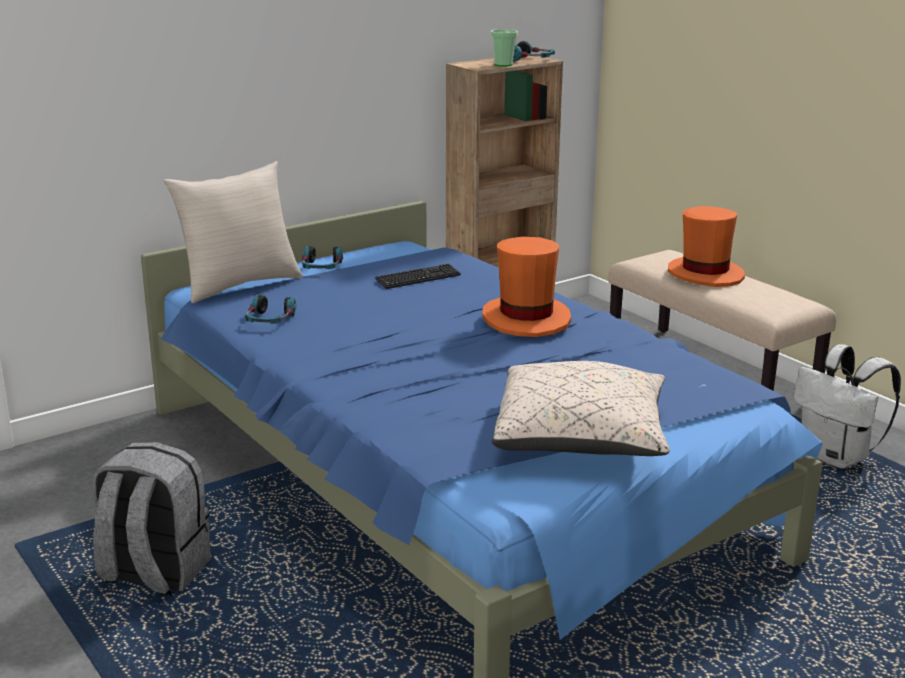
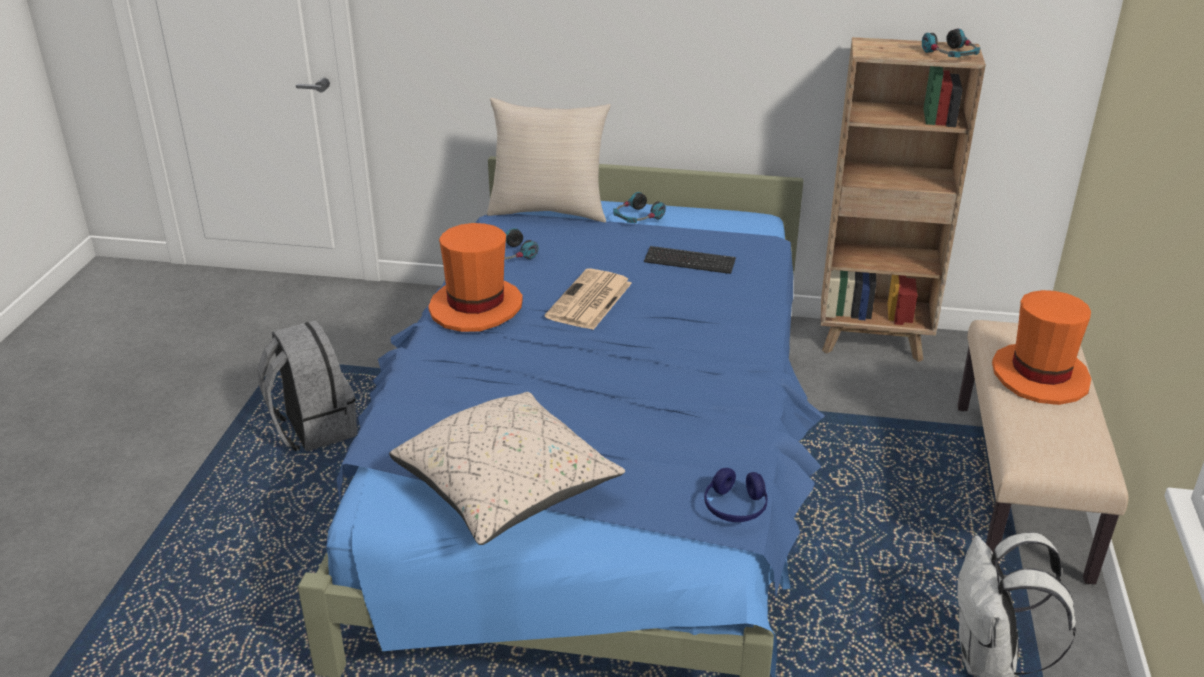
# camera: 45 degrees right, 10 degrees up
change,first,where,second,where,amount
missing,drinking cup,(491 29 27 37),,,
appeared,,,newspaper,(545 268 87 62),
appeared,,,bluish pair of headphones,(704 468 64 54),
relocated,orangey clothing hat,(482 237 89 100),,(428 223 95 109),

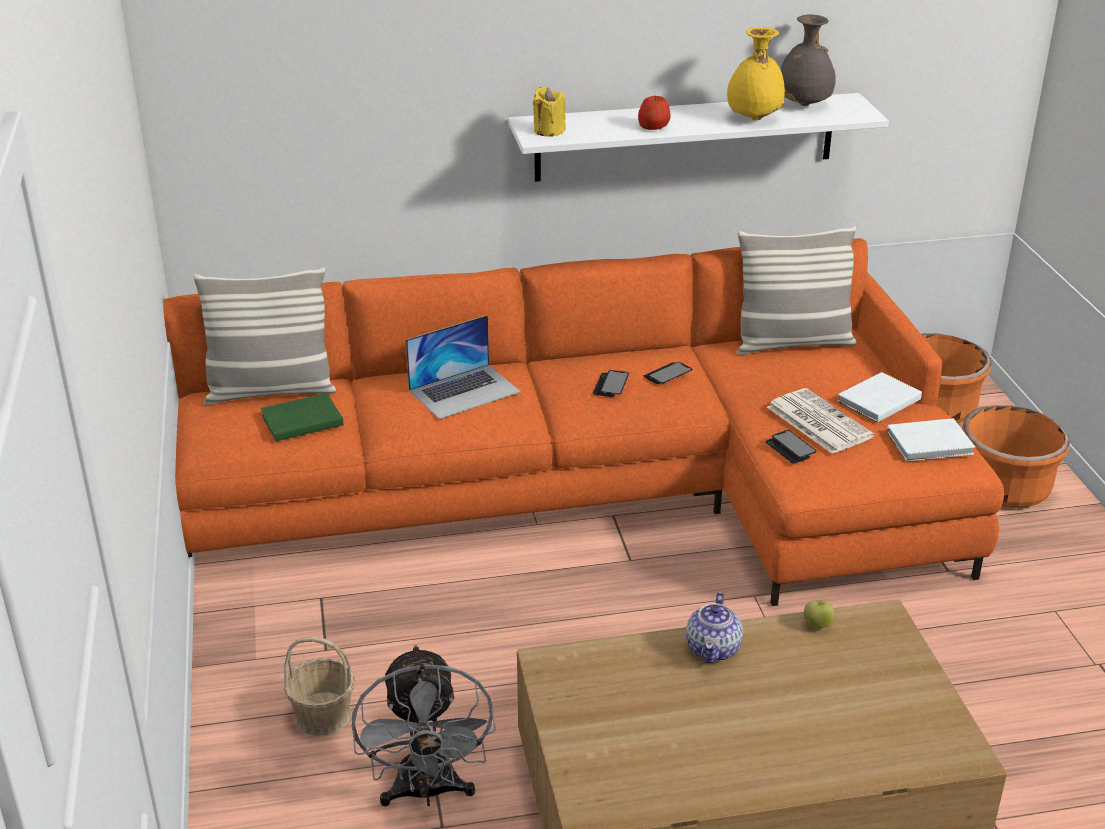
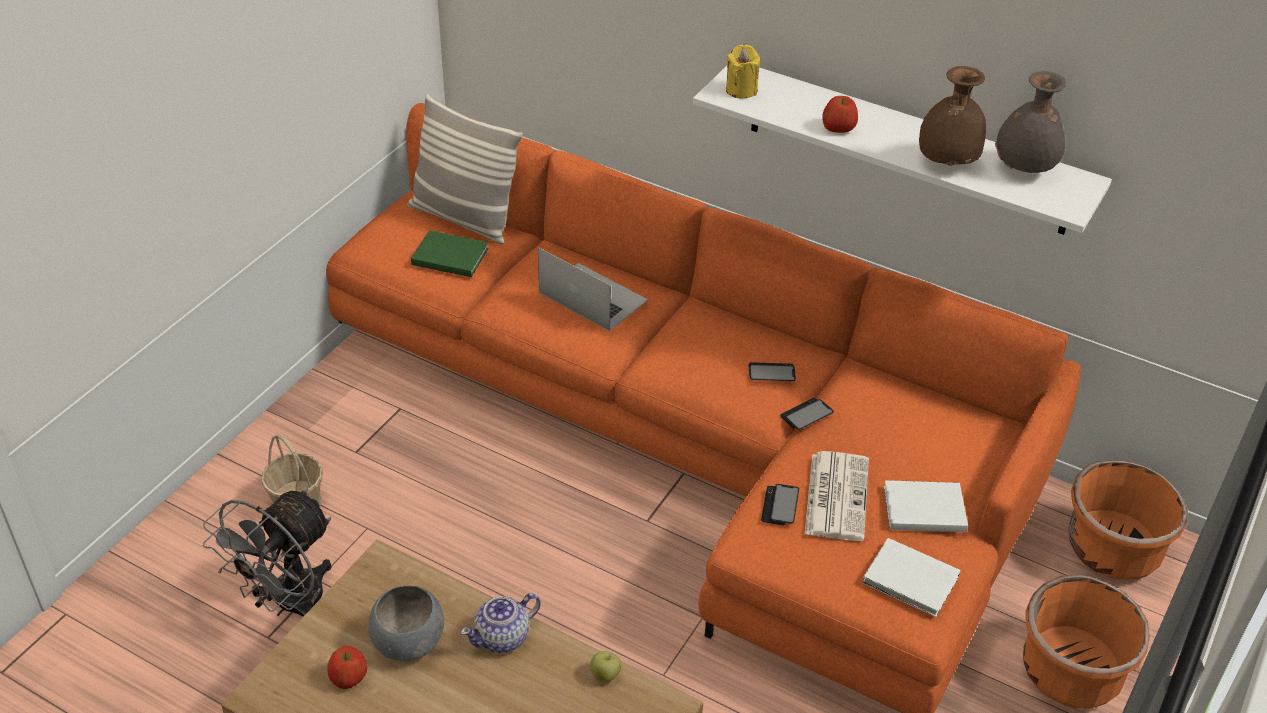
# camera: 40 degrees right, 10 degrees up
change,first,where,second,where,amount
missing,cushion,(737 226 120 129),,,
appeared,,,apple,(327 646 41 43),
appeared,,,greyish serving bowl,(368 585 76 77),
relocated,telephone,(593 370 36 27),,(780 398 54 32),
colour,yellowish flower vase,(727 27 58 93),brown flower vase,(919 66 67 100),
spun,portable computer,(406 315 115 104),,(538 247 110 84),150 degrees counterclockwise

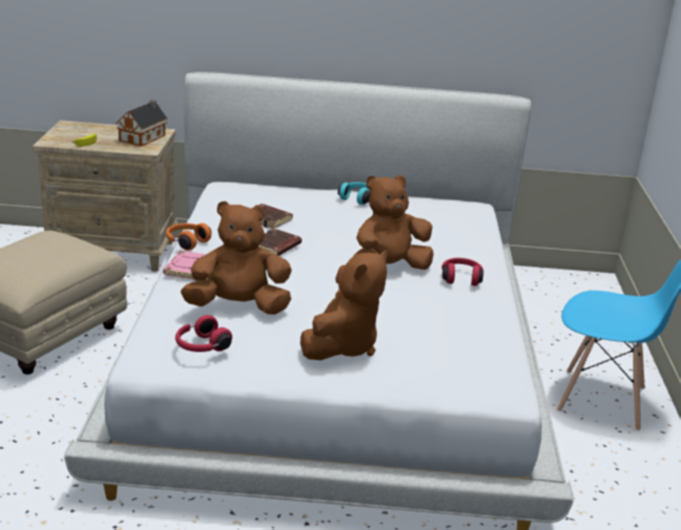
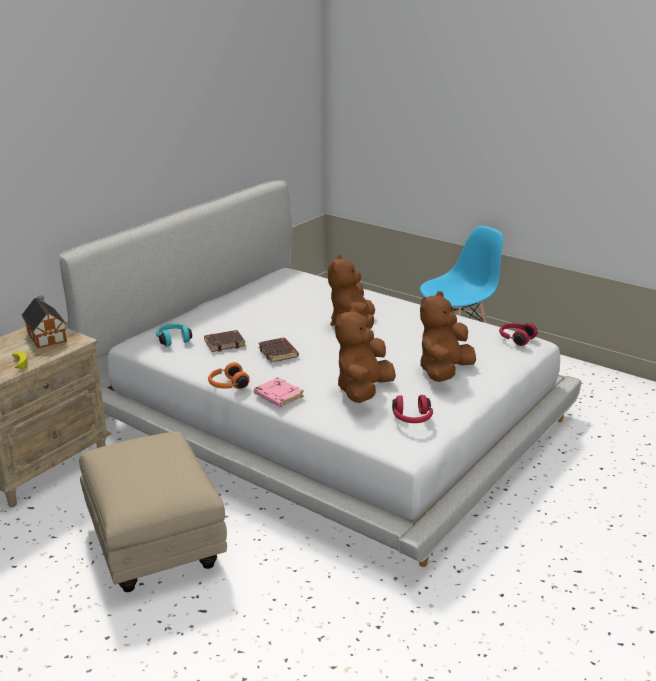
# camera: 55 degrees left, 0 degrees up
change,first,where,second,where,amount
relocated,turquoise-coloured pair of headphones,(338 182 32 23),,(156 324 36 23),
relocated,red pair of headphones,(442 258 42 28),,(499 323 39 23),
spun,brown cuddly toy,(300 250 88 110),,(420 291 56 91),120 degrees counterclockwise

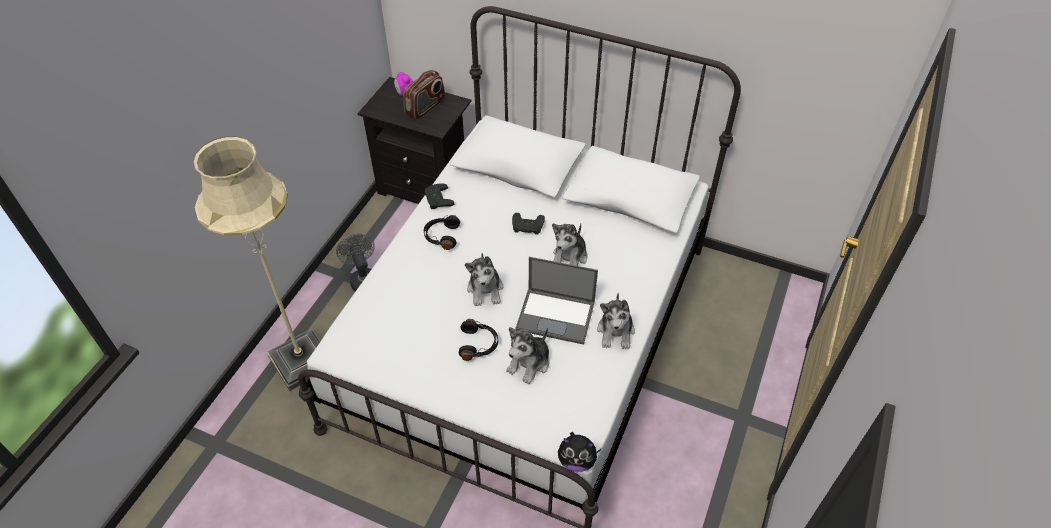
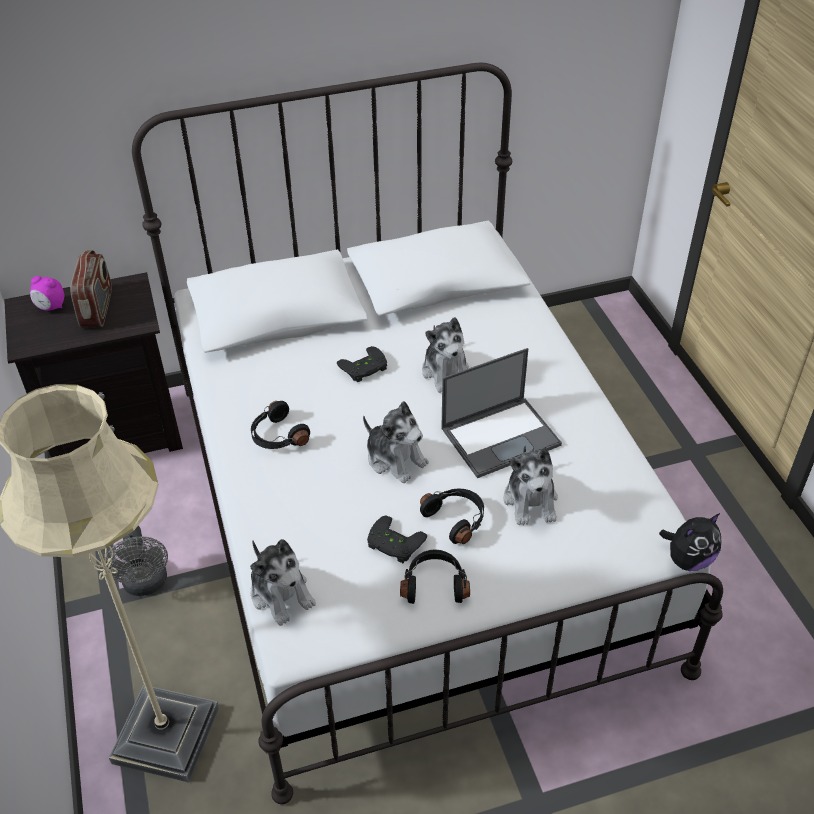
# camera: 40 degrees left, 5 degrees down
change,first,where,second,where,amount
appeared,,,blackish pair of headphones,(400 549 70 55),
relocated,blackish joypad,(425 183 29 26),,(367 515 60 48),
relocated,cuddly toy,(597 293 38 56),,(250 539 66 87),
spun,greyish cooling fan,(336 233 39 58),,(106 526 62 70),135 degrees counterclockwise

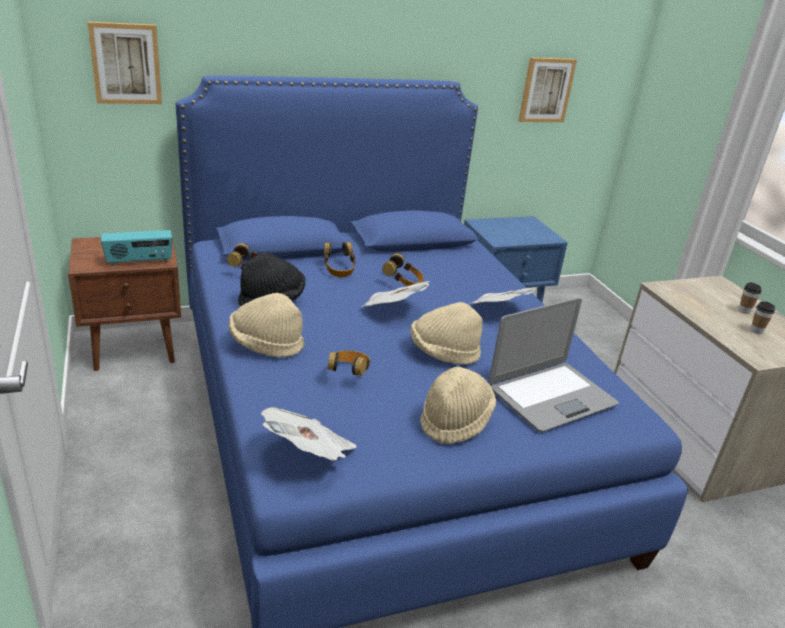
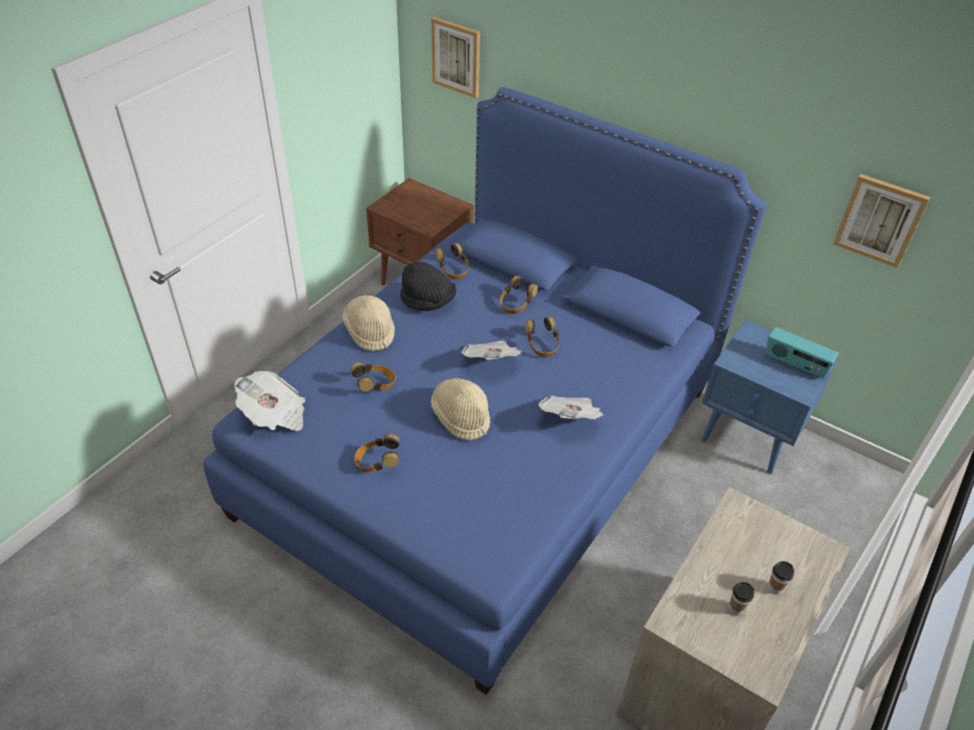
# camera: 55 degrees right, 15 degrees up
change,first,where,second,where,amount
missing,portable computer,(489 298 130 134),,,
relocated,radio set,(101 230 71 36),,(765 327 74 52),
exchanged,beige-coloured clothing hat,(420 367 76 77),pair of headphones,(354 434 46 38),

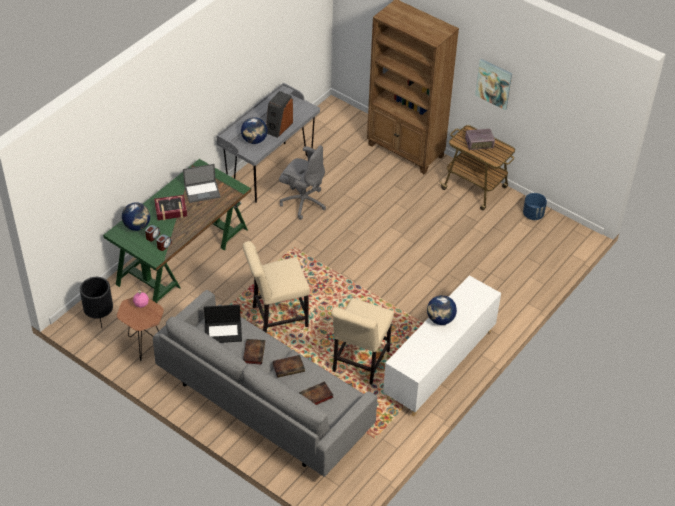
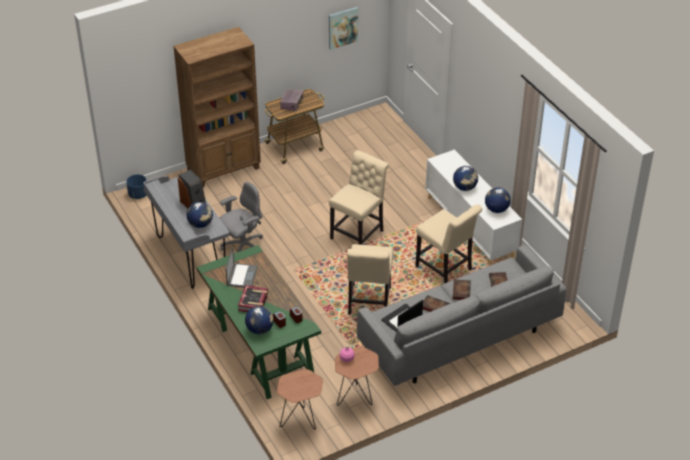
# camera: 65 degrees left, 5 degrees down
change,first,where,second,where,amount
appeared,,,beige-coloured plain chair,(329 150 60 95),
appeared,,,world globe,(485 187 26 26),
relocated,picture,(475 59 37 51),,(329 7 29 43),
relocated,bluish flower pot,(523 193 24 27),,(126 174 20 25),
exchanged,blackish flower pot,(80 277 33 51),brown accent table,(277 369 46 60),
spun,portable computer,(204 305 38 38),,(381 300 42 32),150 degrees counterclockwise

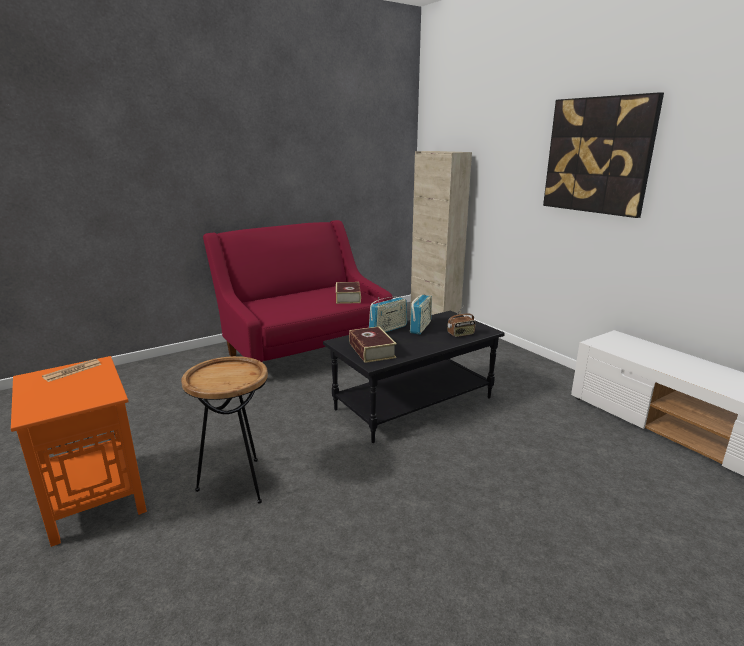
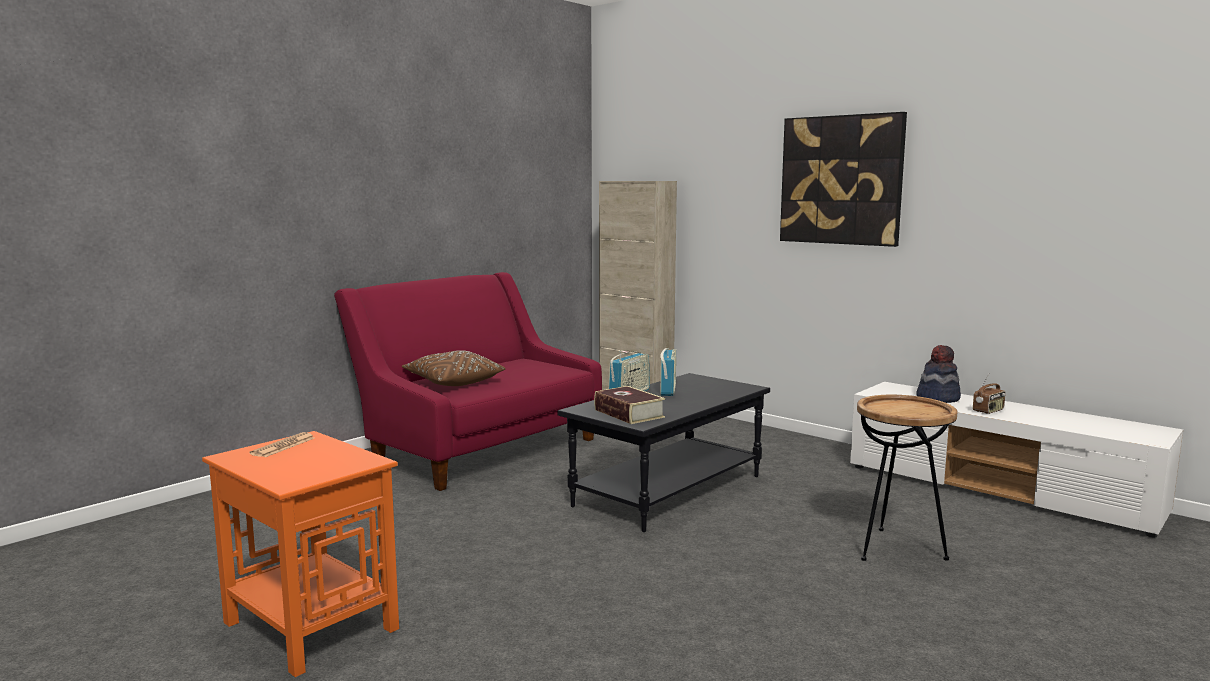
# camera: 15 degrees left, 10 degrees down
change,first,where,second,where,amount
missing,bound book,(336 282 25 22),,,
appeared,,,brown cushion,(402 350 103 36),
appeared,,,clothing hat,(916 345 45 58),
relocated,brown accent table,(181 356 87 148),,(857 395 100 166),
relocated,radio set,(448 306 28 31),,(973 372 32 42),

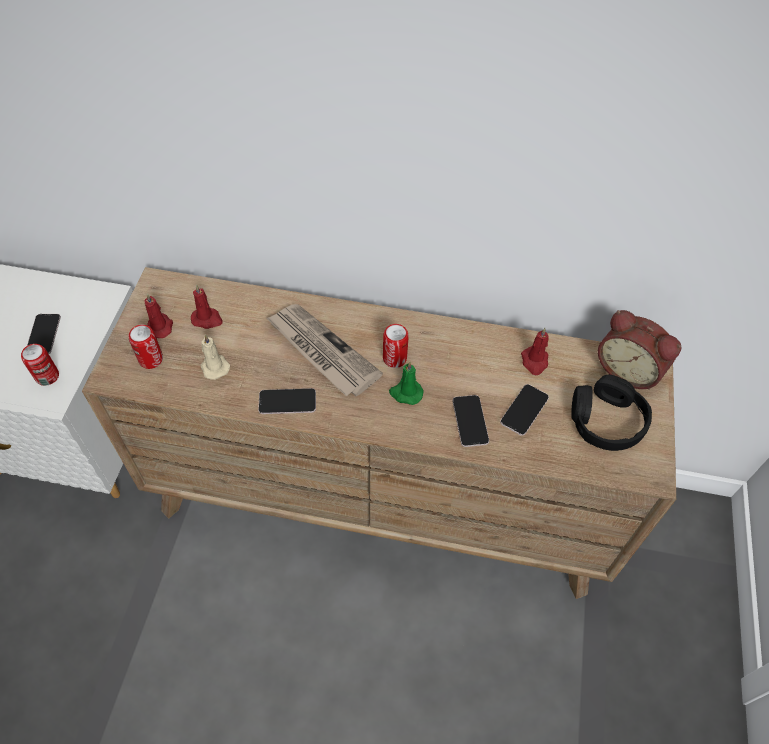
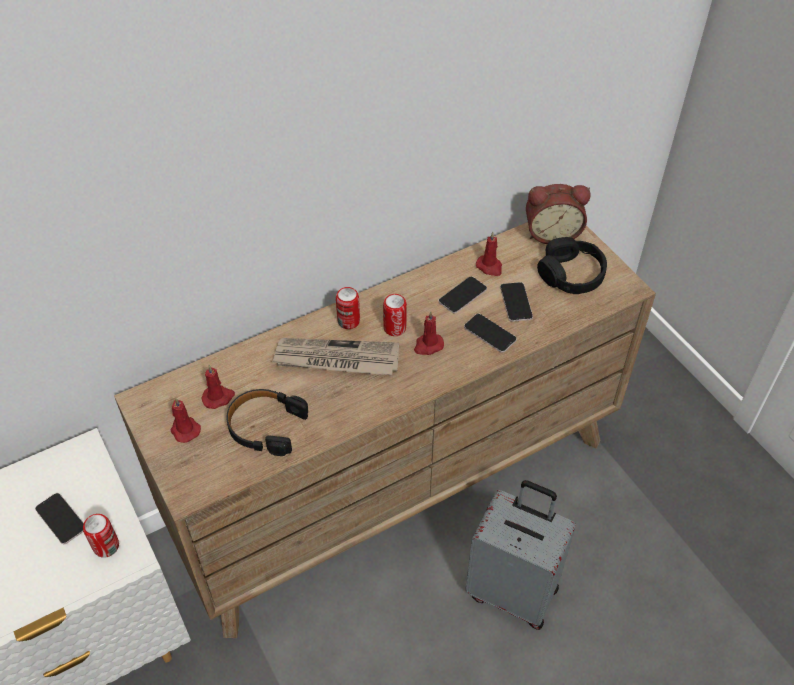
# camera: 40 degrees left, 5 degrees down
change,first,where,second,where,amount
appeared,,,greyish piece of luggage,(465 480 111 150),
relocated,can,(129 325 34 44),,(336 287 24 42),
relocated,telephone,(258 388 58 26),,(438 276 49 38),
exchanged,beige-coloured wax candle,(200 334 30 46),blackish pair of headphones,(226 389 82 67),
colour,green wax candle,(389 361 35 44),red wax candle,(414 311 30 44),

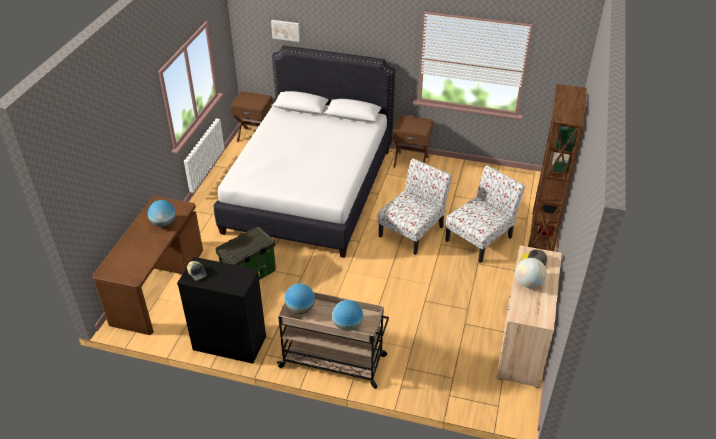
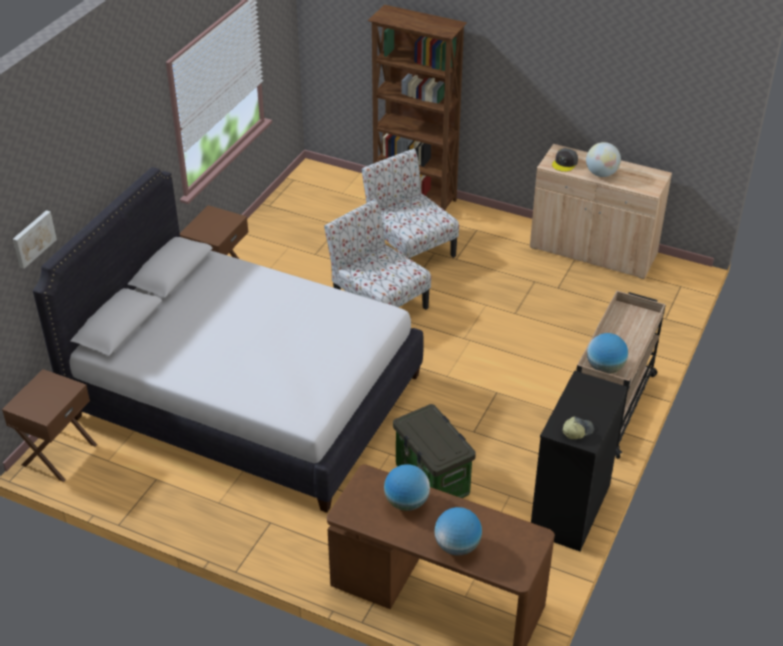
# camera: 80 degrees left, 0 degrees up
change,first,where,second,where,amount
relocated,world globe,(332 300 31 31),,(434 507 48 49),

